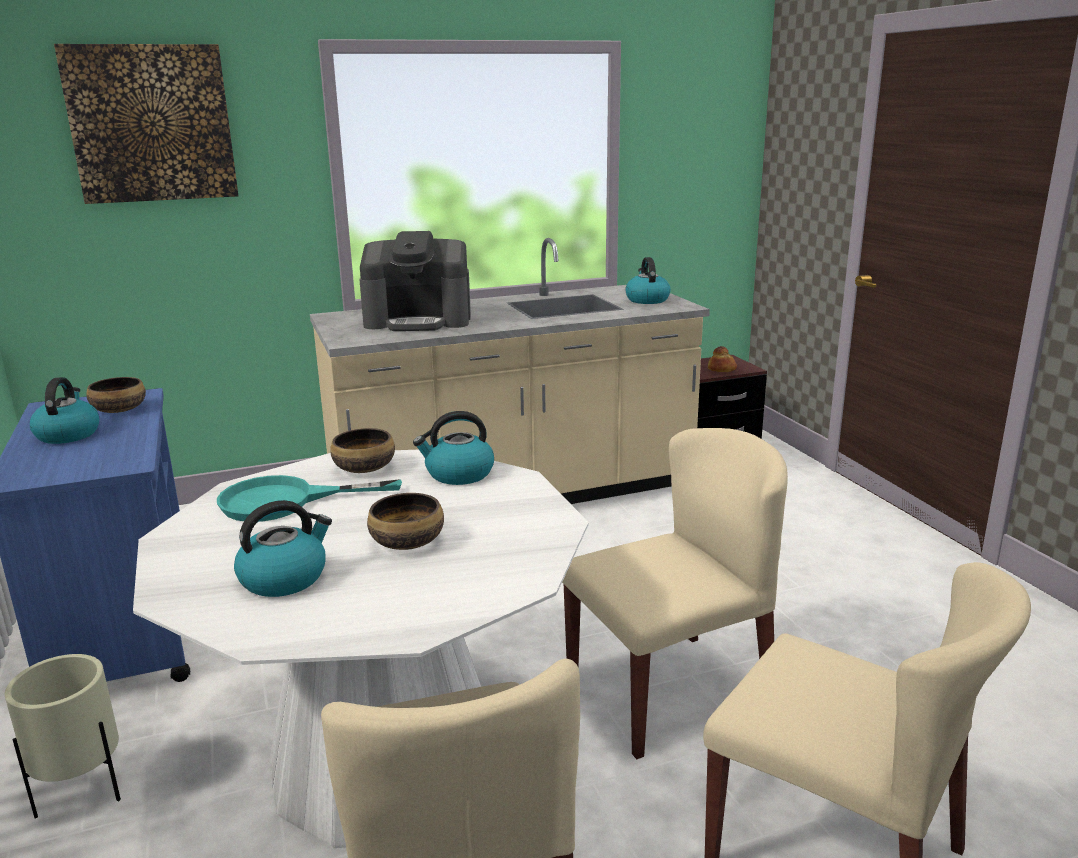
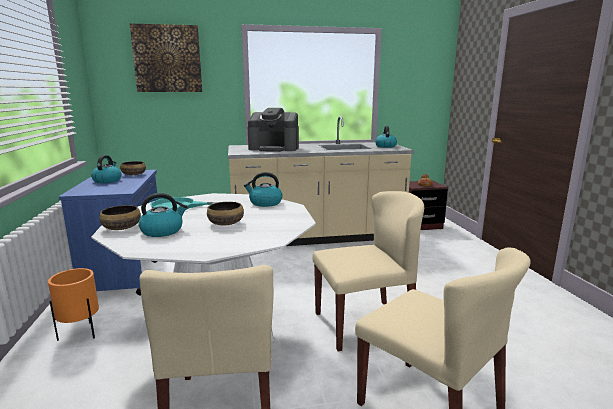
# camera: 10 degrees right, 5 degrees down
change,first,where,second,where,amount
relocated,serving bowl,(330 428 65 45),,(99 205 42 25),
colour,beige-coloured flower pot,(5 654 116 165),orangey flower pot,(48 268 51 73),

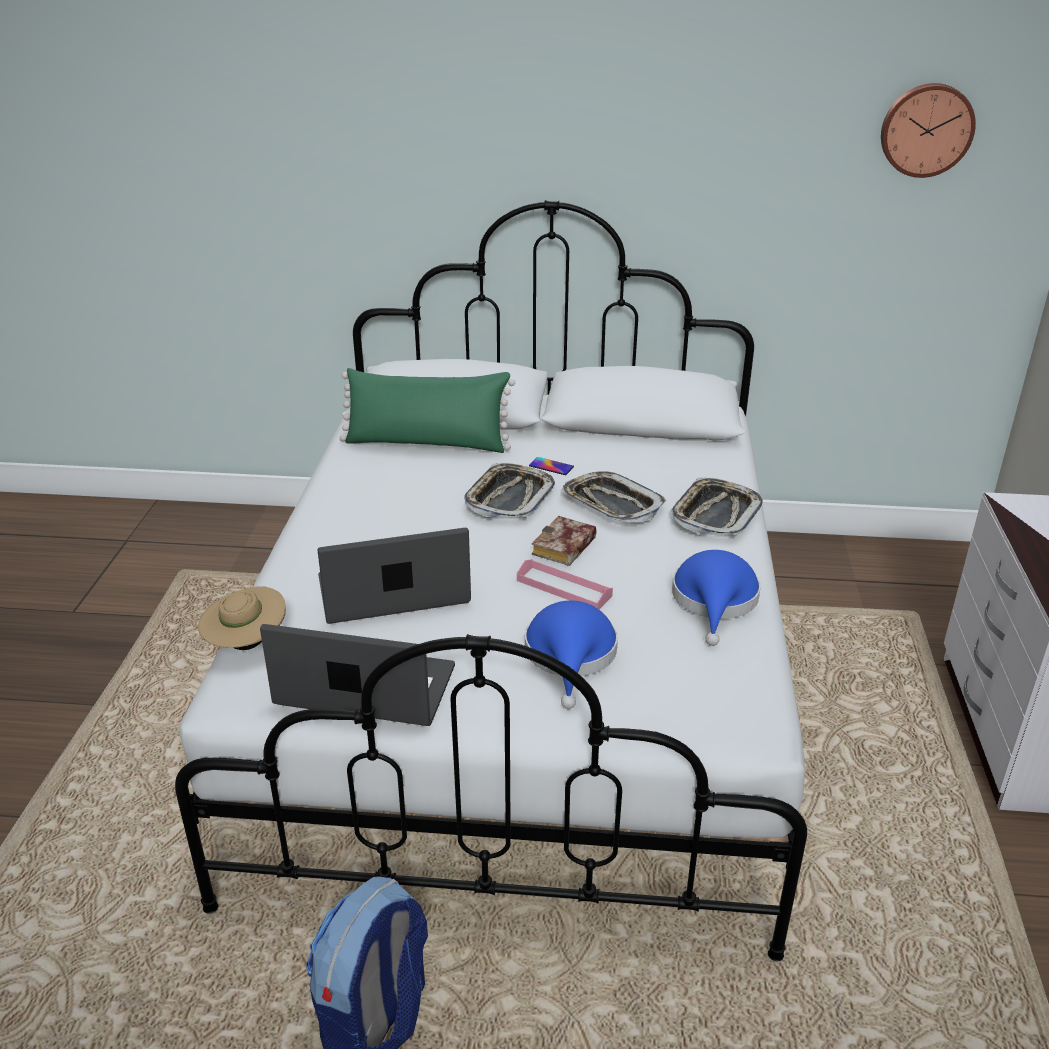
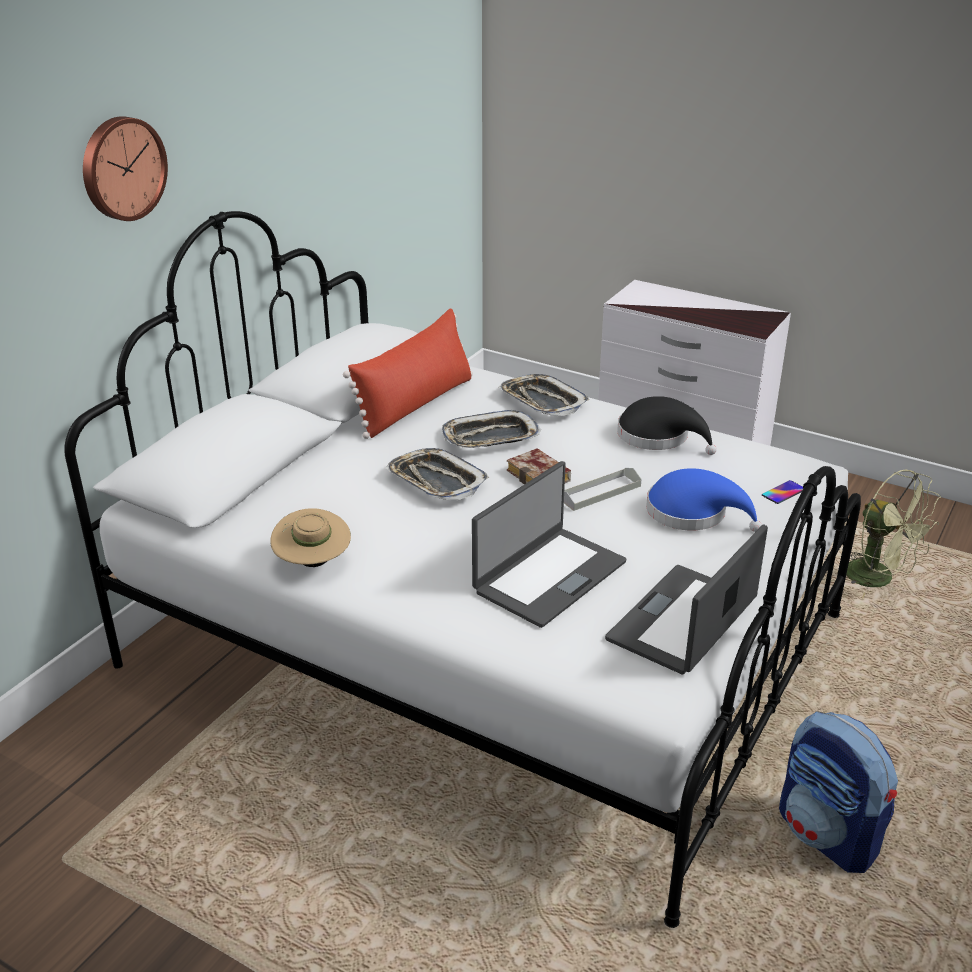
# camera: 65 degrees left, 0 degrees up
change,first,where,second,where,amount
missing,green cushion,(340 368 175 85),,,
appeared,,,red cushion,(343 309 130 130),
appeared,,,green cooling fan,(846 469 95 129),
relocated,beige-coloured clothing hat,(198 586 88 64),,(270 508 81 59),
relocated,telephone,(529 457 45 18),,(762 480 41 24),
relocated,hanging clock,(881 83 95 95),,(83 116 85 105),
colour,pink carrying tray,(517 559 96 50),greyish carrying tray,(564 468 78 43),
colour,bluish clothing hat,(672 550 89 96),blackish clothing hat,(617 396 100 59),
spun,portable computer,(317 528 154 96),,(472 461 154 167),150 degrees counterclockwise

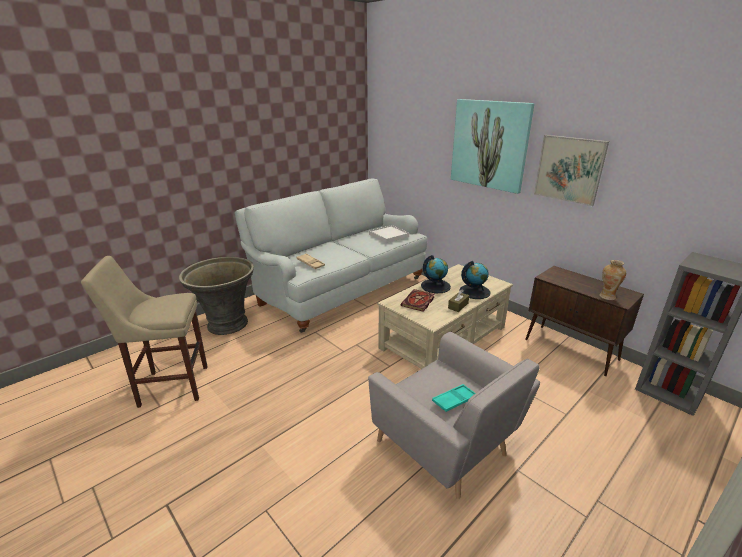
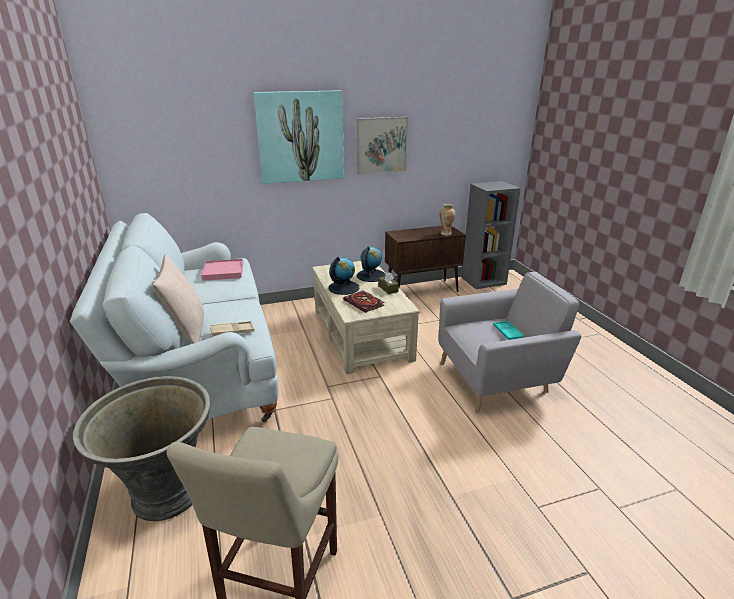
# camera: 65 degrees left, 0 degrees up
change,first,where,second,where,amount
appeared,,,beige-coloured cushion,(152 255 52 89),
colour,white-coloured carrying tray,(369 225 40 18),pink carrying tray,(201 259 42 22),

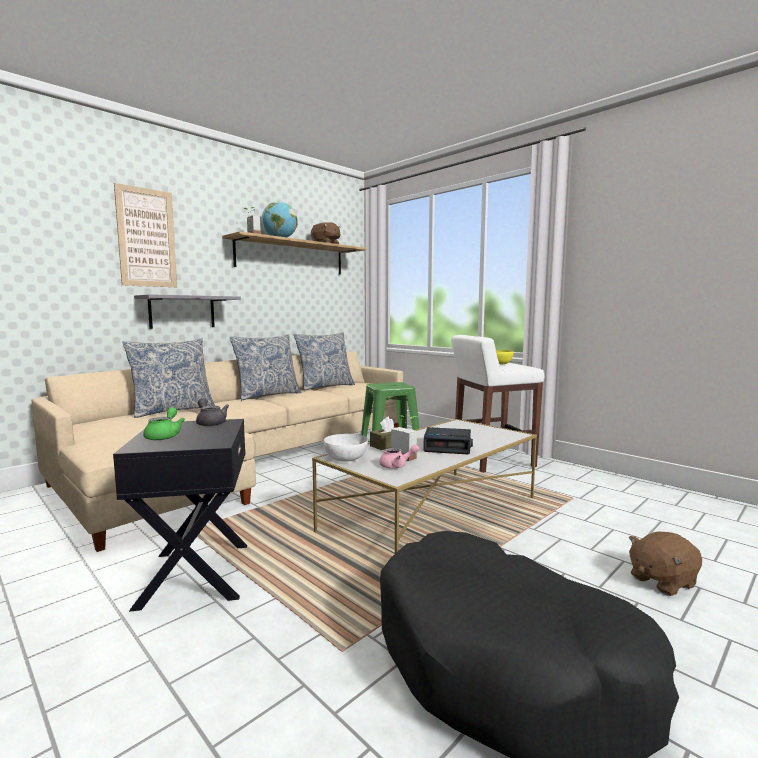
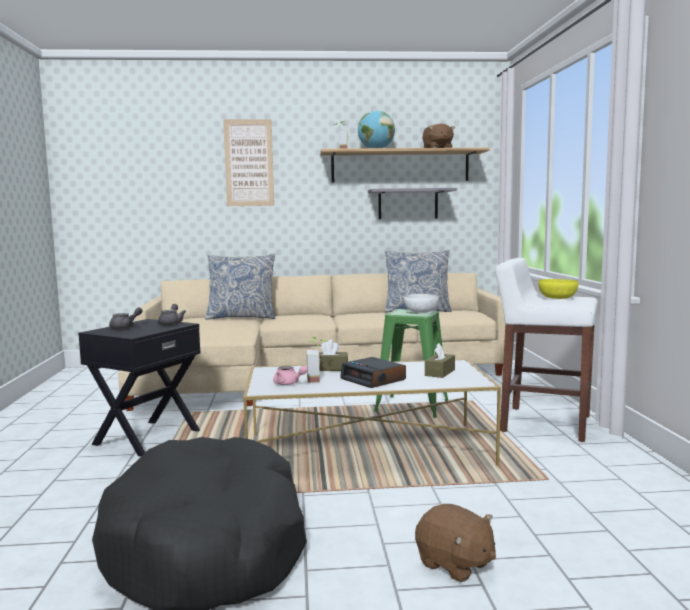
# camera: 40 degrees right, 0 degrees up
change,first,where,second,where,amount
missing,cushion,(230 334 72 66),,,
appeared,,,brown tissue holder,(425 343 30 35),
relocated,greyish wall shelf,(134 294 107 35),,(368 188 89 31),
relocated,white-coloured serving bowl,(324 434 44 28),,(404 294 35 19),
colour,green tea pot,(143 407 42 33),greyish tea pot,(109 307 33 22),
spun,brown cuddly toy,(629 532 73 64),,(415 504 81 78),150 degrees counterclockwise

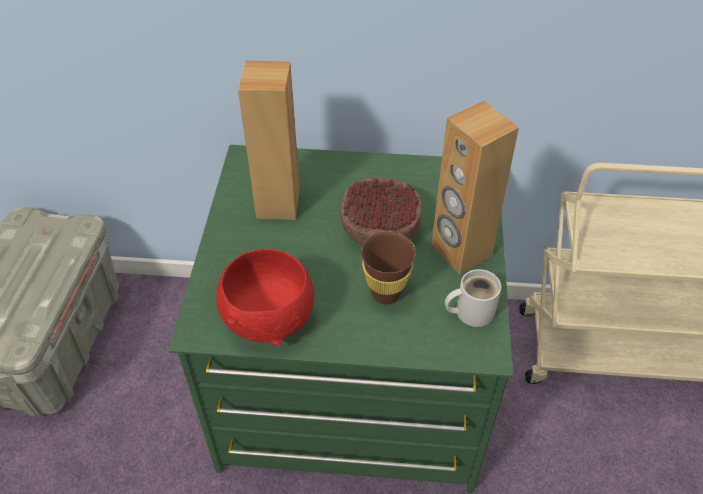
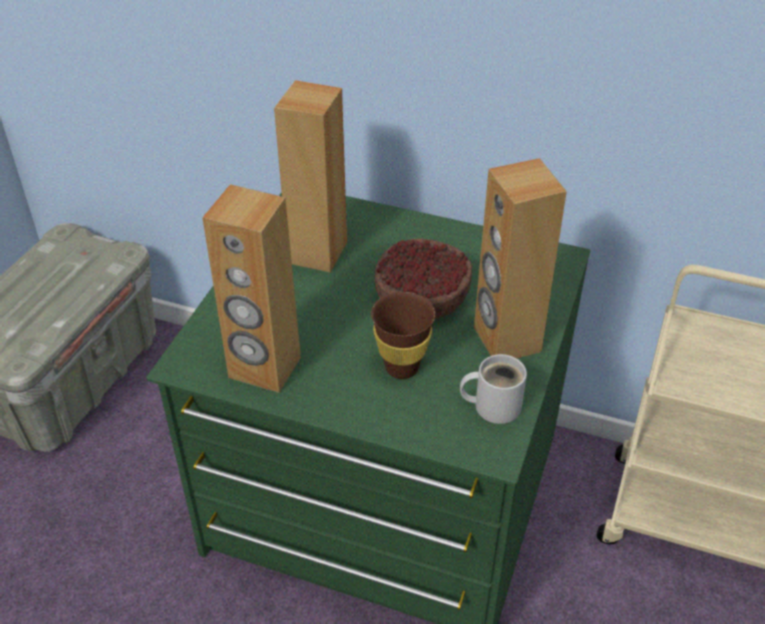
# camera: 15 degrees right, 5 degrees down
change,first,where,second,where,amount
exchanged,red serving bowl,(216 249 98 97),brown speaker,(202 184 99 209),

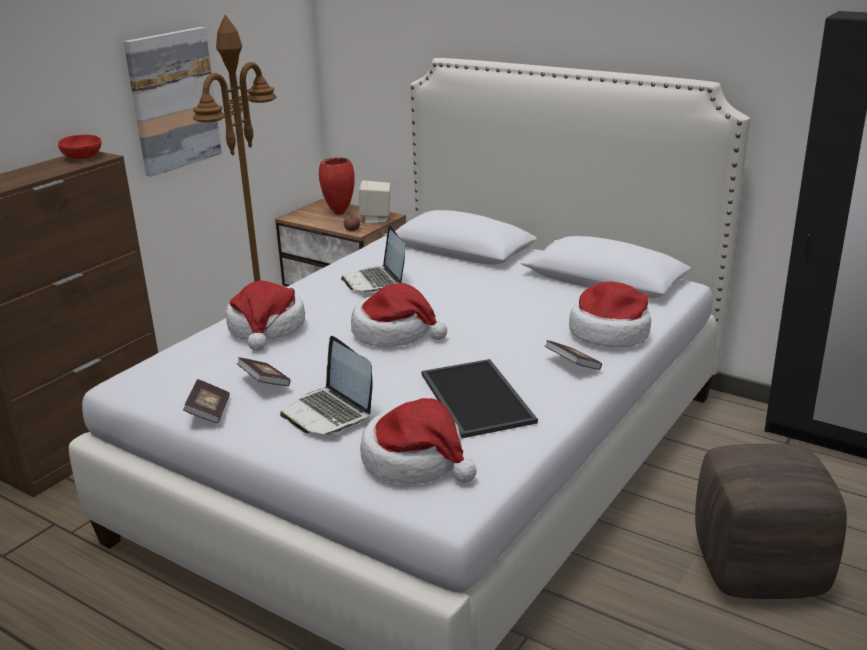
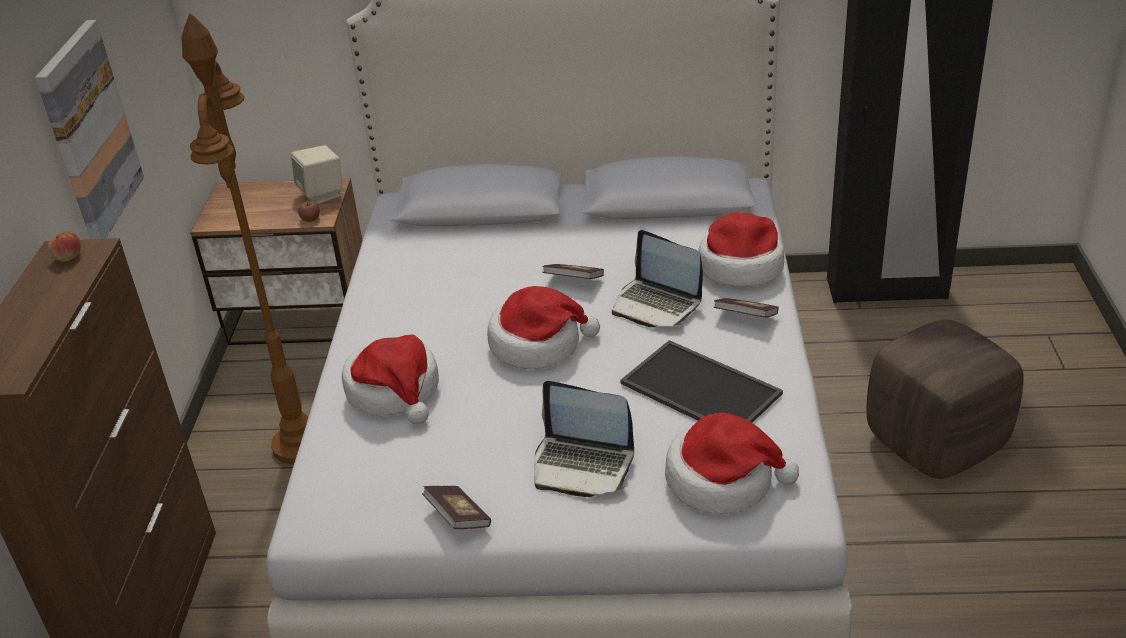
# camera: 30 degrees left, 10 degrees up
change,first,where,second,where,amount
missing,red flower vase,(319 158 36 56),,,
relocated,bound book,(237 357 53 29),,(542 264 62 15),
relocated,portable computer,(341 226 64 66),,(612 230 91 97),
exchanged,red serving bowl,(58 135 43 24),apple,(48 231 33 31),

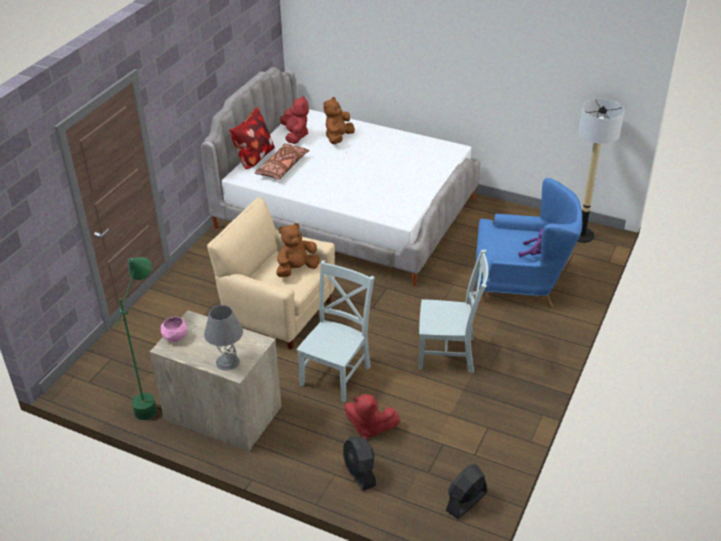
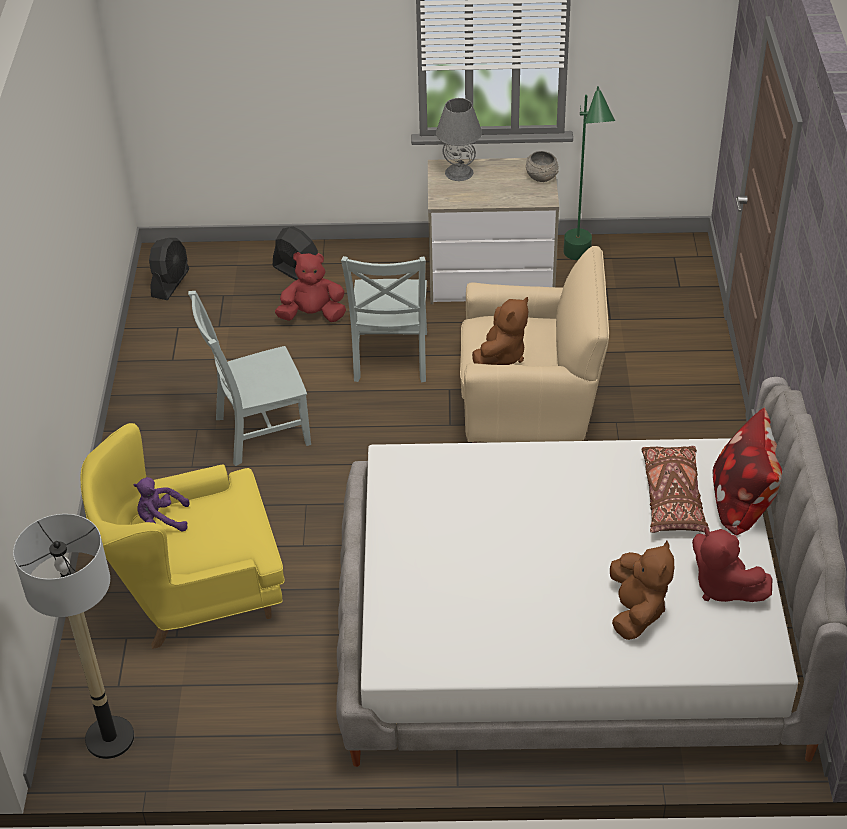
# camera: 155 degrees right, 5 degrees up
change,first,where,second,where,amount
colour,pink serving bowl,(161 317 27 25),greyish serving bowl,(526 151 32 31),
colour,bluish armchair,(476 178 106 130),yellowish armchair,(80 423 205 226),

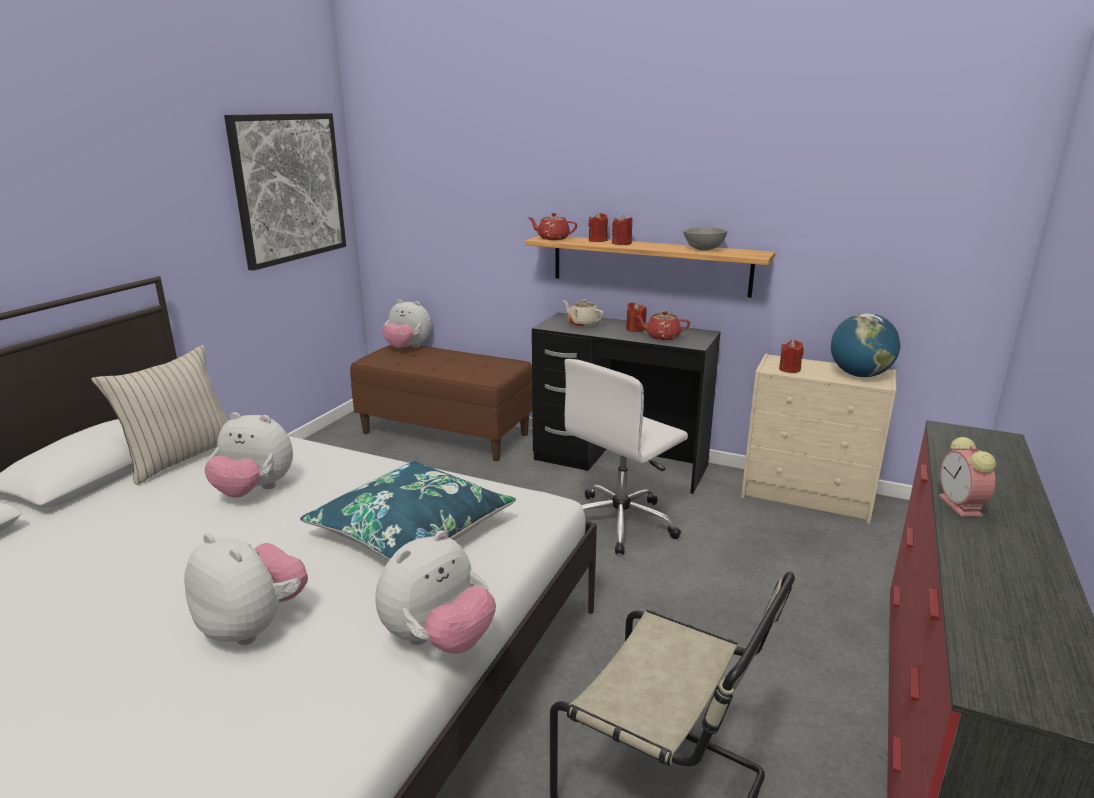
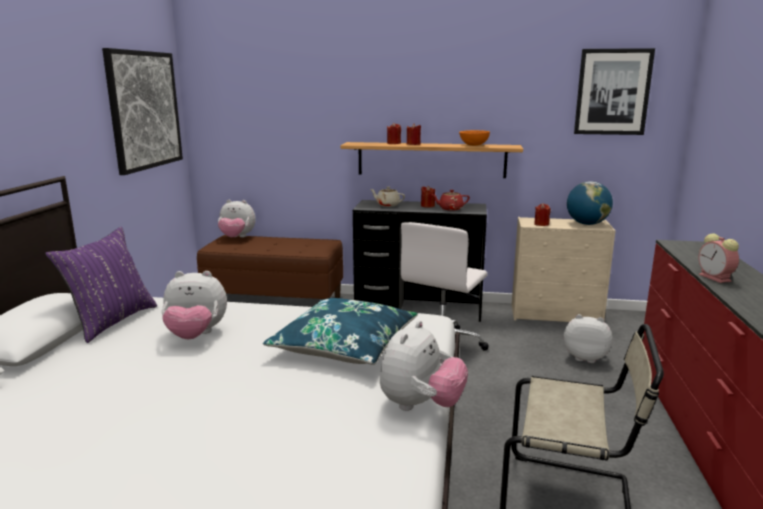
# camera: 15 degrees left, 5 degrees down
change,first,where,second,where,amount
missing,red tea pot,(528 213 49 27),,,
appeared,,,picture,(574 48 81 87),
relocated,cuddly toy,(184 533 124 112),,(564 314 48 49),
colour,beige-coloured cushion,(91 345 138 140),purple cushion,(45 227 112 116),
colour,greyish serving bowl,(683 227 44 23),orangey serving bowl,(459 130 31 16),

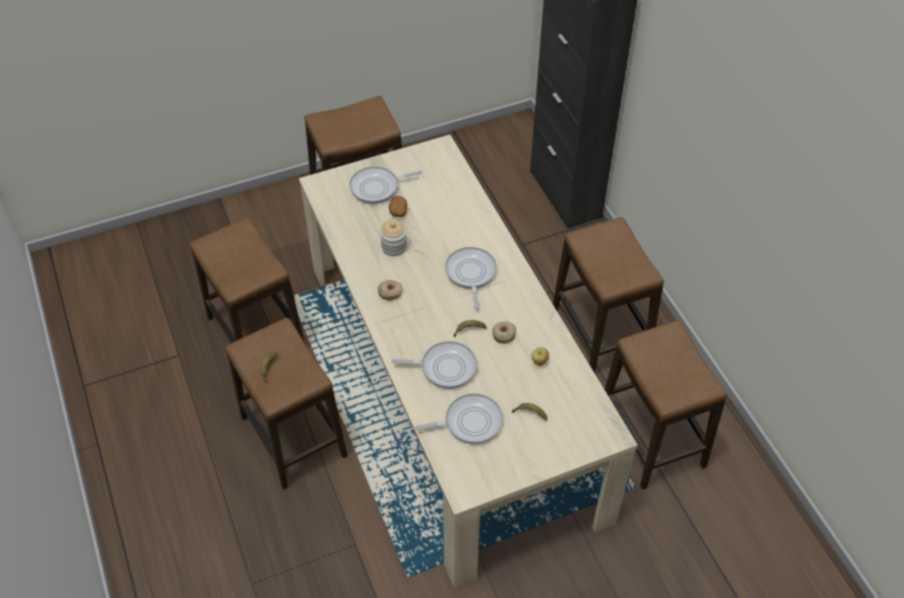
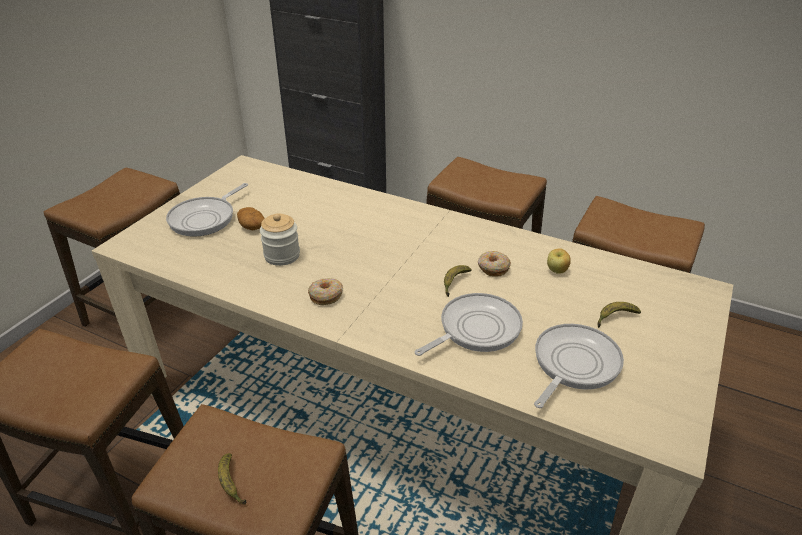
# camera: 40 degrees left, 15 degrees down
change,first,where,second,where,amount
missing,frying pan,(445 247 52 62),,,

